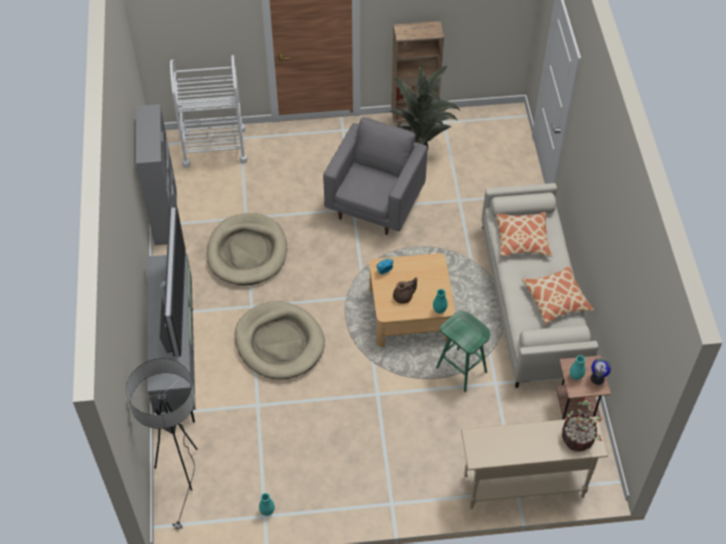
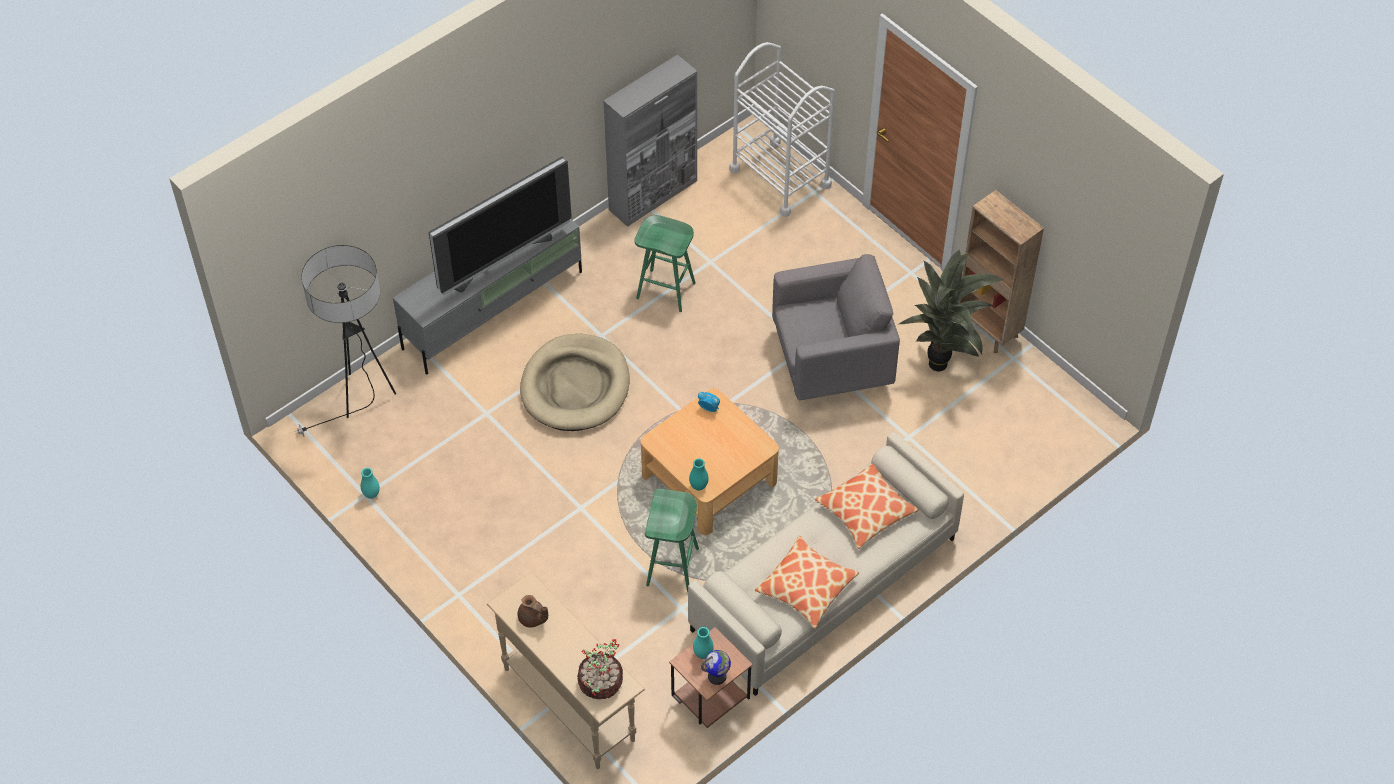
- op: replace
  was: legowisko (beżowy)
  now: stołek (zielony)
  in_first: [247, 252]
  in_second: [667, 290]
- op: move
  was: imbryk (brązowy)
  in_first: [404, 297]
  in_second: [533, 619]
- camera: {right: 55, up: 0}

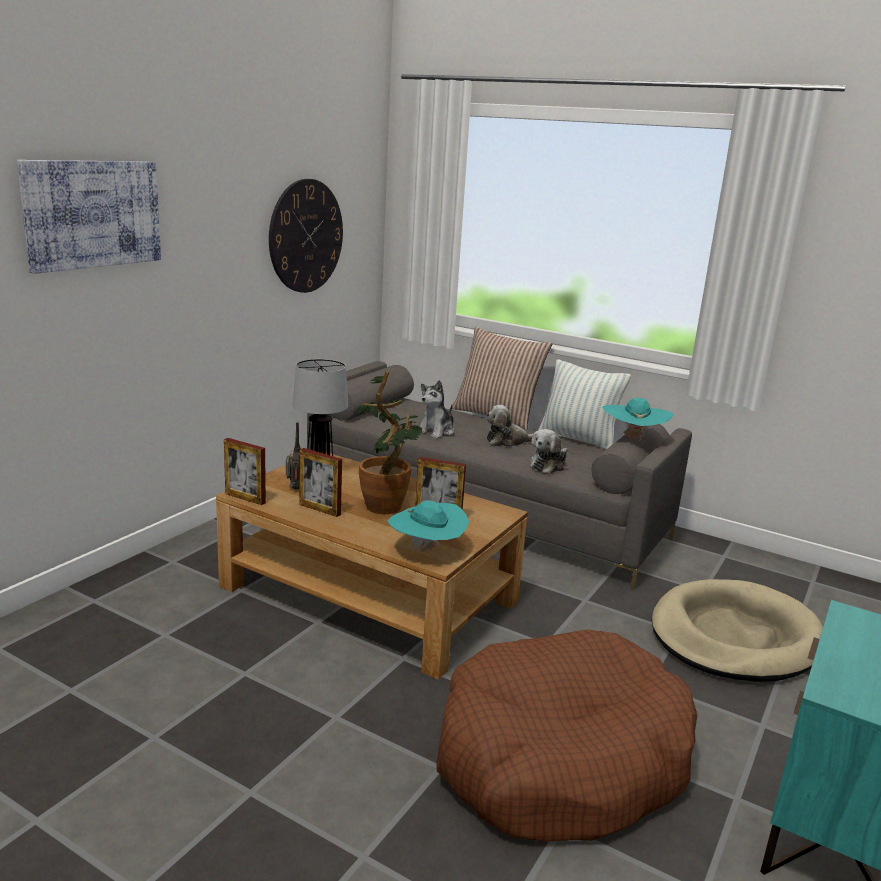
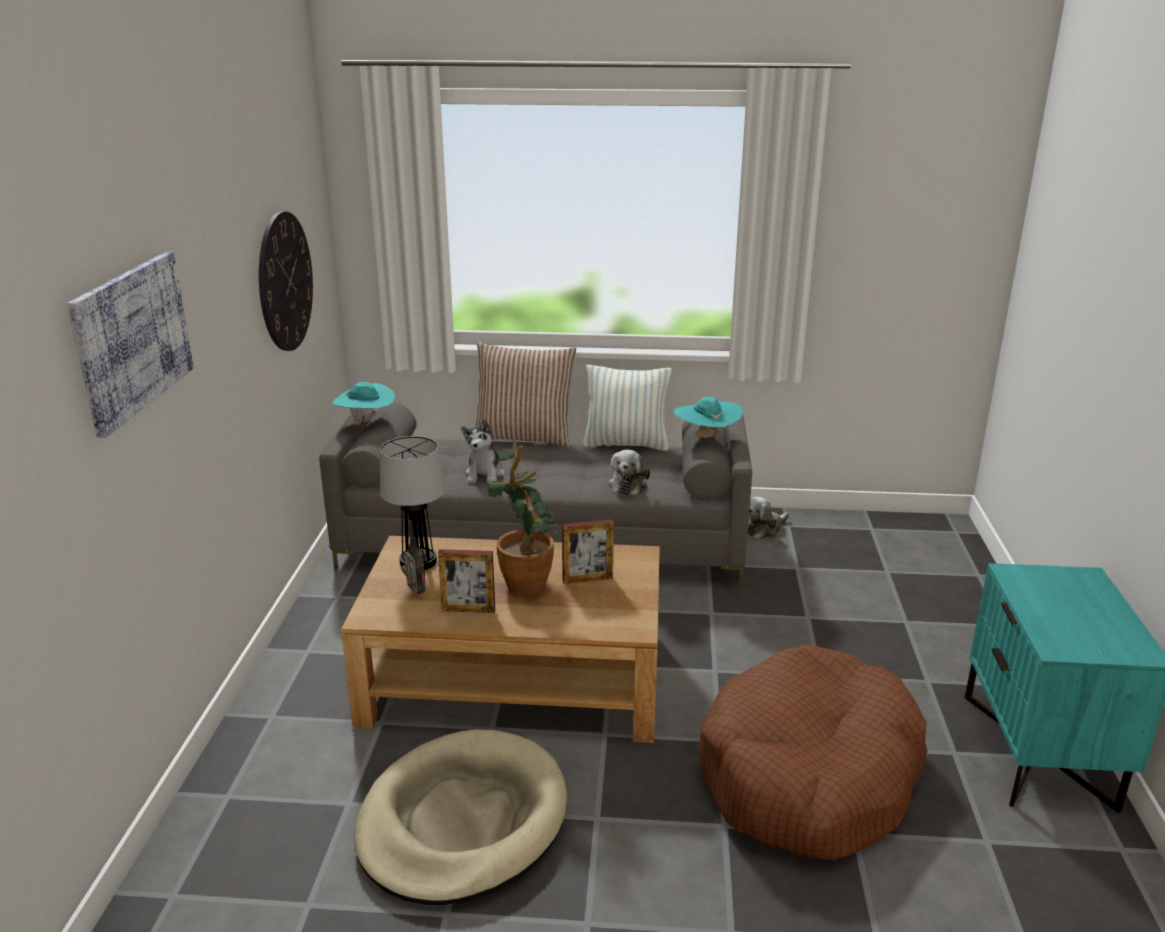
- op: delete
  was: ramka na zdjęcie
  in_first: [245, 498]
- op: move
  was: kapelusz (turkusowy)
  in_first: [427, 551]
  in_second: [366, 422]
- op: move
  was: pluszak
  in_first: [508, 441]
  in_second: [764, 529]
- op: move
  was: legowisko (beżowy)
  in_first: [734, 637]
  in_second: [462, 821]
- camera: {right: -25, up: 5}

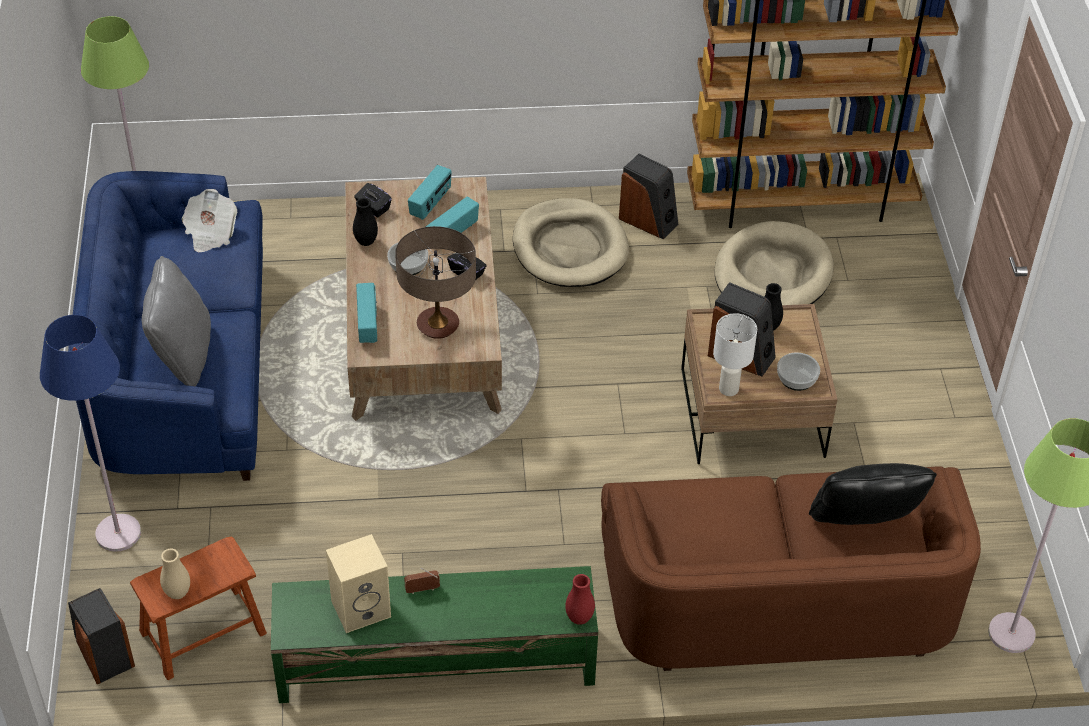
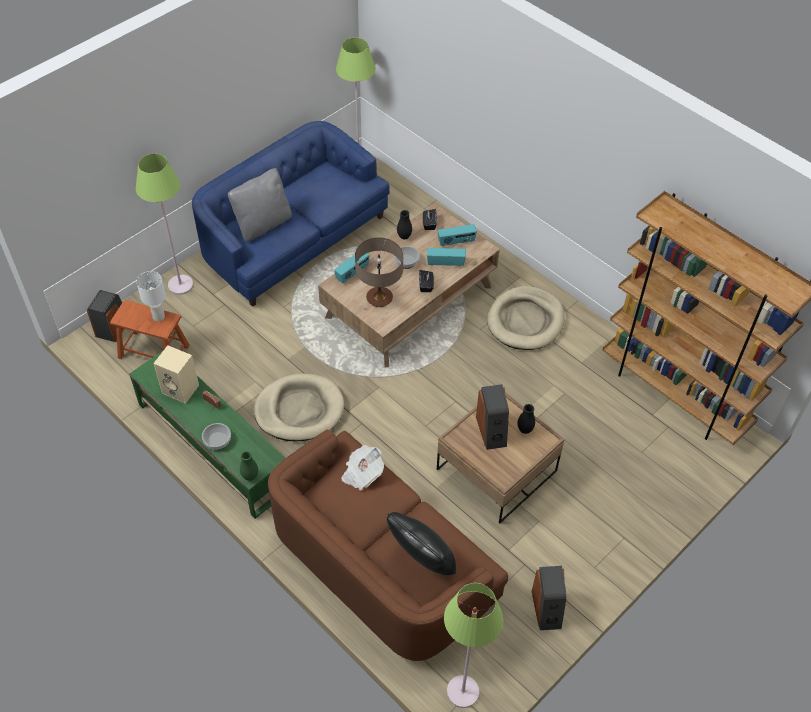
- op: recolor
  was: lampa stojąca (niebieski)
  now: lampa stojąca (zielony)
  in_first: [118, 533]
  in_second: [180, 285]
- op: delete
  was: wazon (beżowy)
  in_first: [177, 593]
- op: move
  was: gazeta
  in_first: [210, 233]
  in_second: [362, 473]
- op: recolor
  was: wazon (czerwony)
  now: wazon (zielony)
  in_first: [579, 618]
  in_second: [250, 476]
- op: move
  was: głośnik
  in_first: [648, 220]
  in_second: [547, 609]
- op: move
  was: lampa stołowa (biały)
  in_first: [729, 389]
  in_second: [158, 317]
- op: move
  was: legowisko (beżowy)
  in_first: [772, 274]
  in_second: [299, 410]
- op: move
  was: miska
  in_first: [797, 378]
  in_second: [218, 440]
- camera: {right: 50, up: 5}

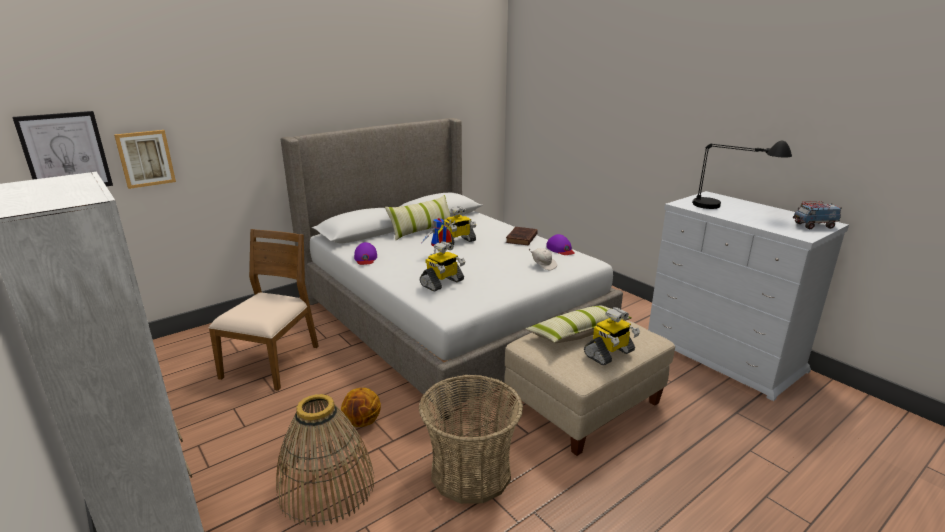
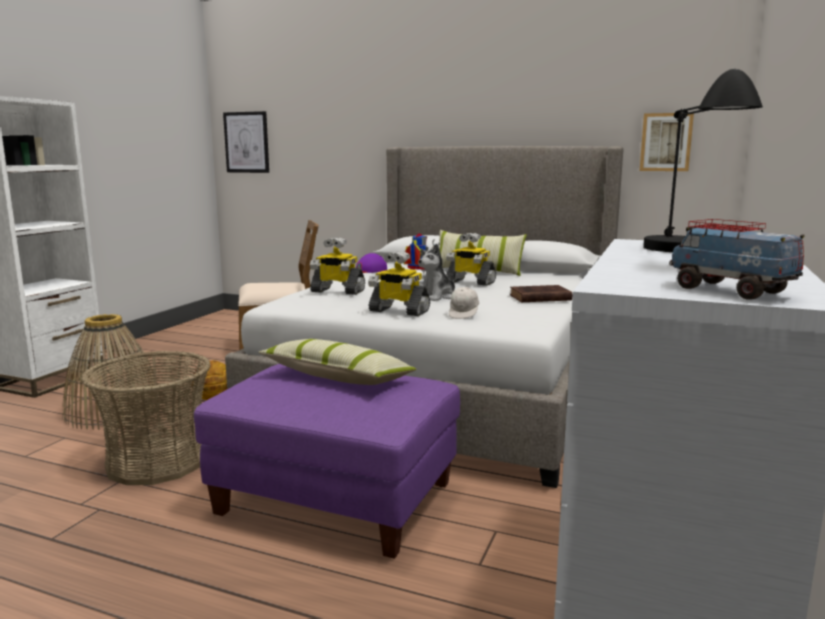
- op: move
  was: obraz
  in_first: [145, 158]
  in_second: [666, 142]
- op: recolor
  was: pufa (beżowy)
  now: pufa (fioletowy)
  in_first: [584, 405]
  in_second: [336, 500]
- op: delete
  was: czapka z daszkiem (fioletowy)
  in_first: [560, 249]
- op: move
  was: robot zabawkowy
  in_first: [609, 354]
  in_second: [398, 311]
- op: insert
  now: pluszak
  in_second: [437, 296]
- camera: {right: 60, up: -10}

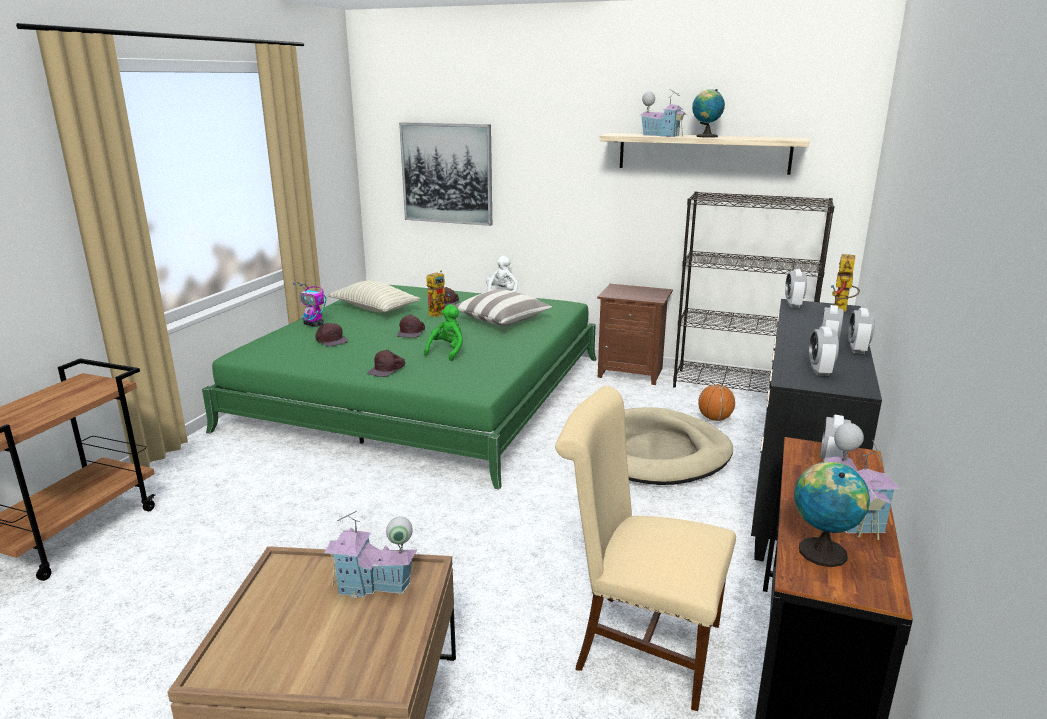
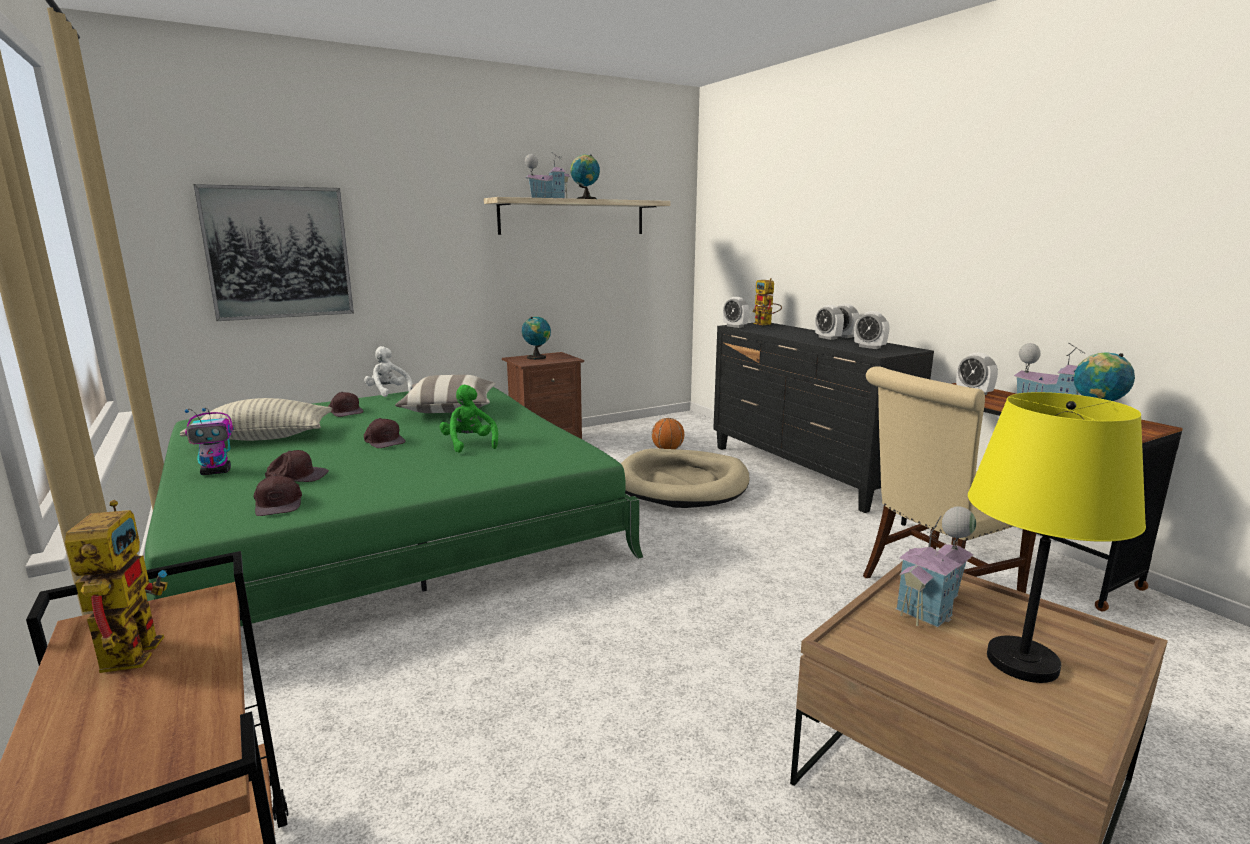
- op: move
  was: czapka z daszkiem (brązowy)
  in_first: [387, 369]
  in_second: [279, 503]
- op: move
  was: robot zabawkowy
  in_first: [438, 313]
  in_second: [131, 647]
- op: delete
  was: regał (czarny)
  in_first: [739, 386]
- op: insert
  now: globus
  in_second: [537, 357]
- op: insert
  now: lampa stołowa (żółty)
  in_second: [1023, 662]
- camera: {right: -50, up: -5}

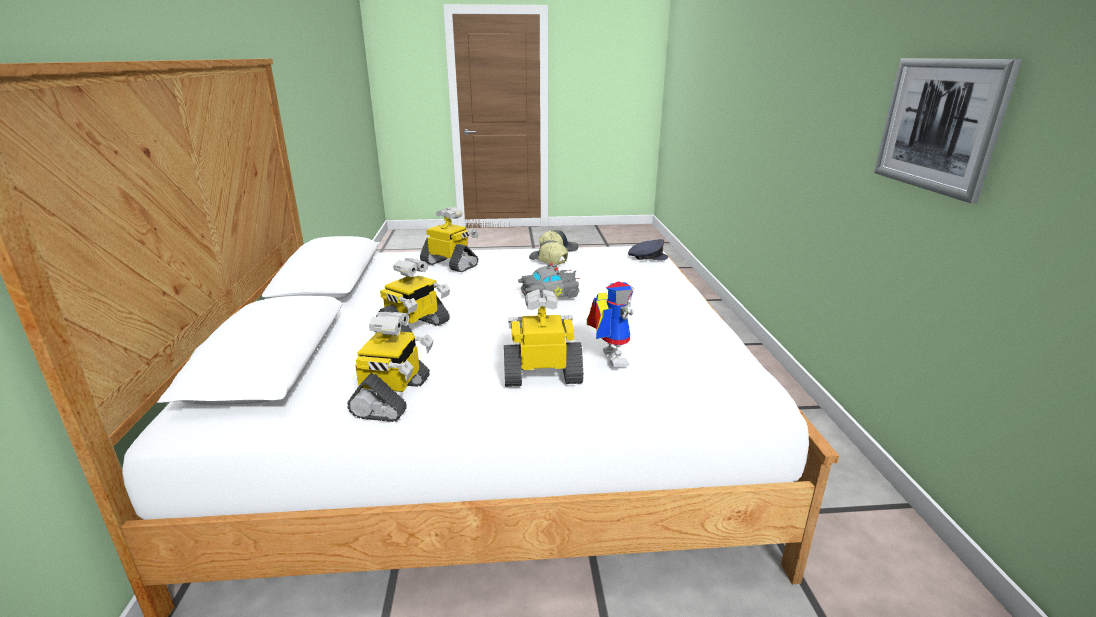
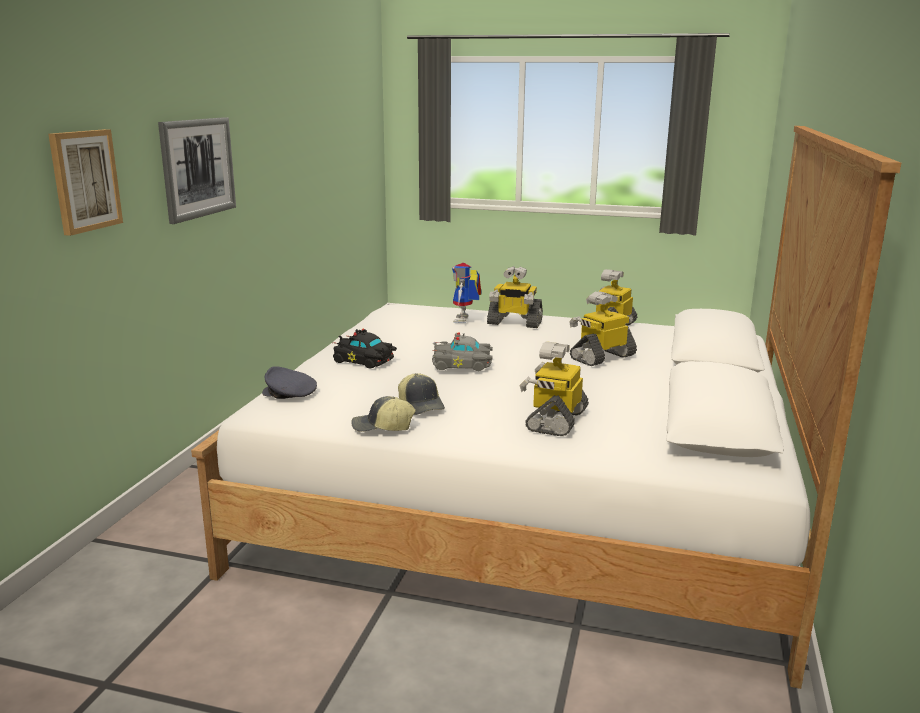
- op: rotate
  was: robot zabawkowy
  in_first: [450, 264]
  in_second: [555, 420]
  clockwise: 60
- op: insert
  now: obraz
  in_second: [84, 180]
- op: insert
  now: samochodzik (czarny)
  in_second: [364, 361]
- camera: {right: -160, up: -5}

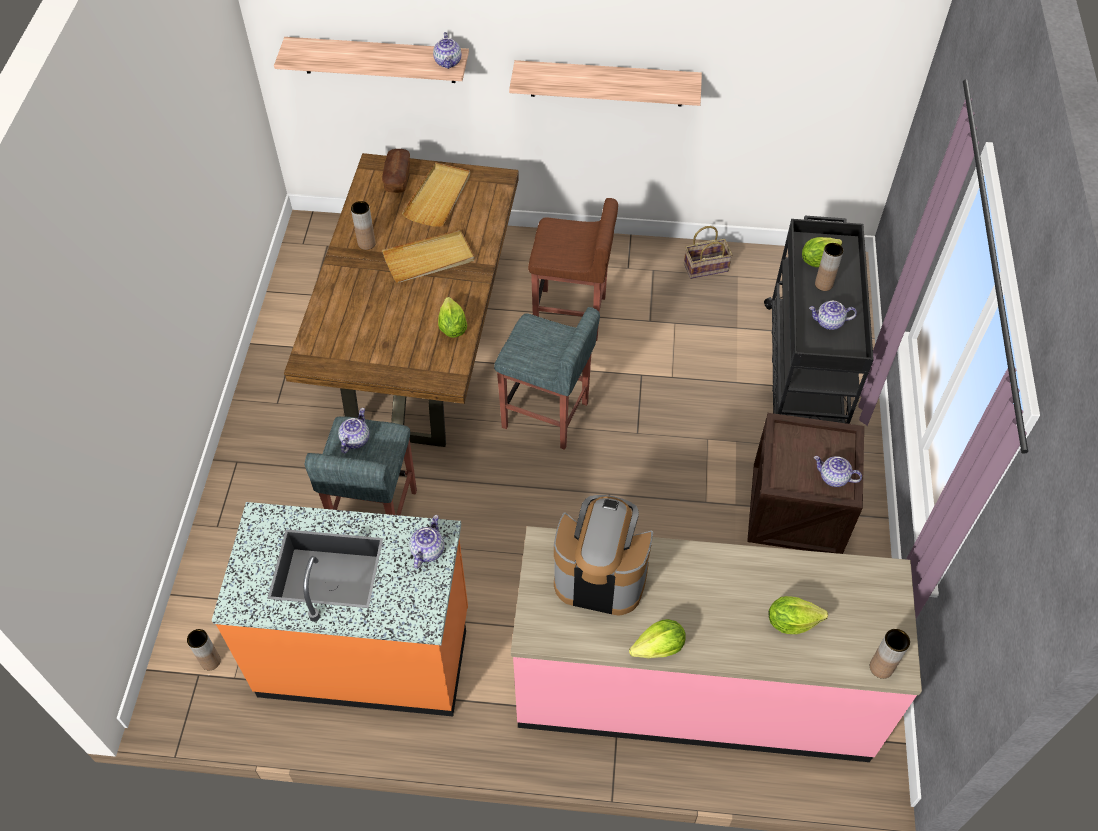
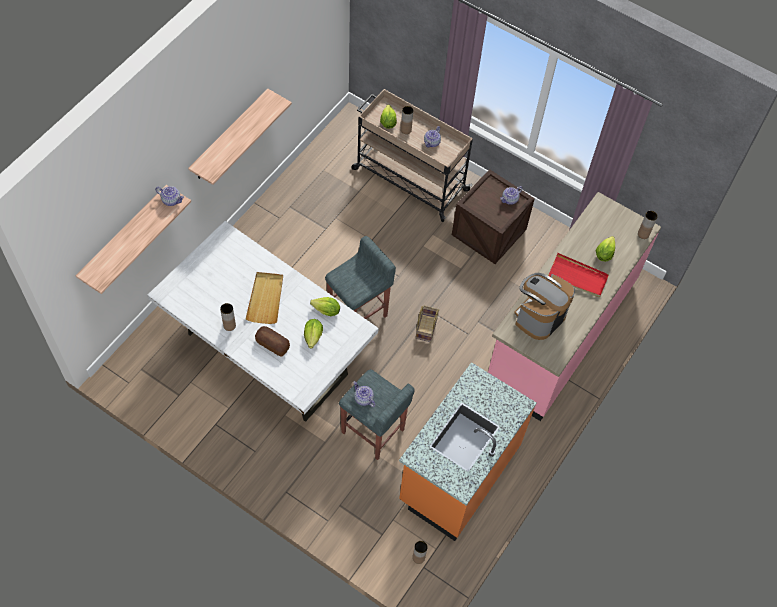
- op: recolor
  was: stół jadalny (brązowy)
  now: stół jadalny (biały)
  in_first: [421, 352]
  in_second: [268, 354]
- op: move
  was: chleb
  in_first: [397, 177]
  in_second: [272, 344]
- op: delete
  was: taca (beżowy)
  in_first: [438, 197]
- op: delete
  was: imbryk
  in_first: [427, 550]
- op: delete
  was: stołek (brązowy)
  in_first: [571, 315]
- op: move
  was: sałata
  in_first: [659, 648]
  in_second: [313, 336]
- op: move
  was: koszyk
  in_first: [706, 266]
  in_second: [426, 327]
- op: recolor
  was: wózek (czarny)
  now: wózek (beżowy)
  in_first: [803, 372]
  in_second: [409, 179]
- op: insert
  now: taca (czerwony)
  in_second: [577, 277]
- camera: {right: -65, up: 5}

